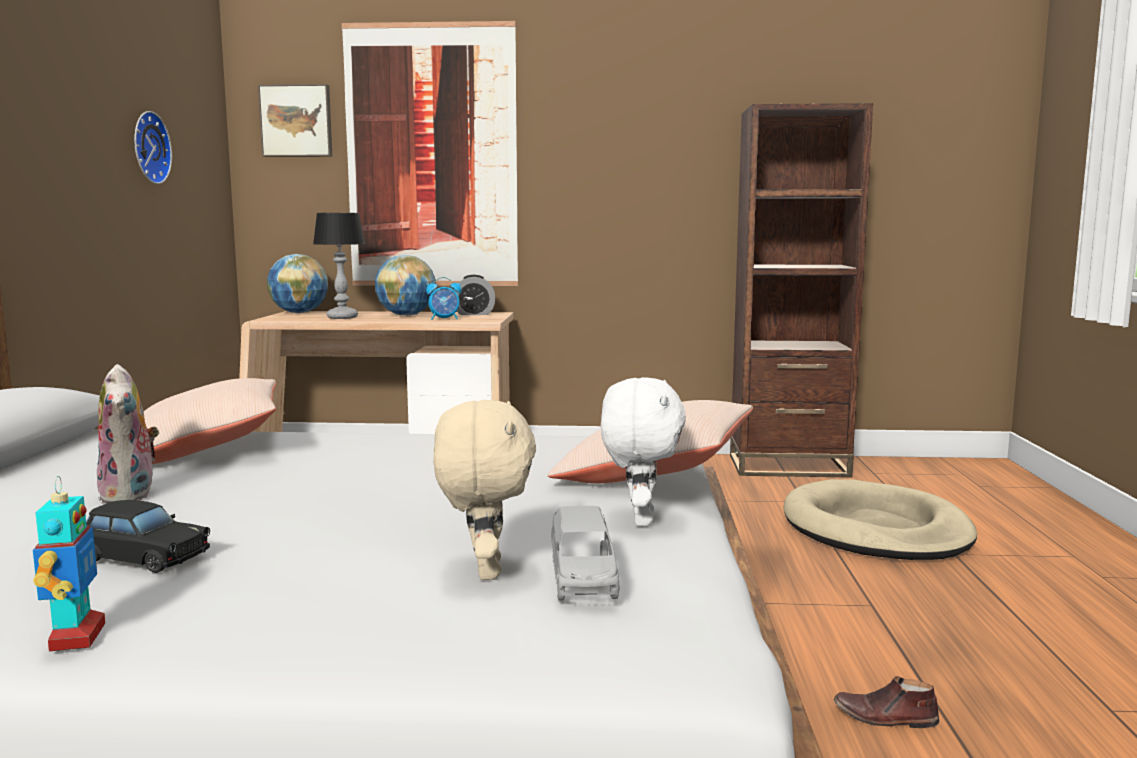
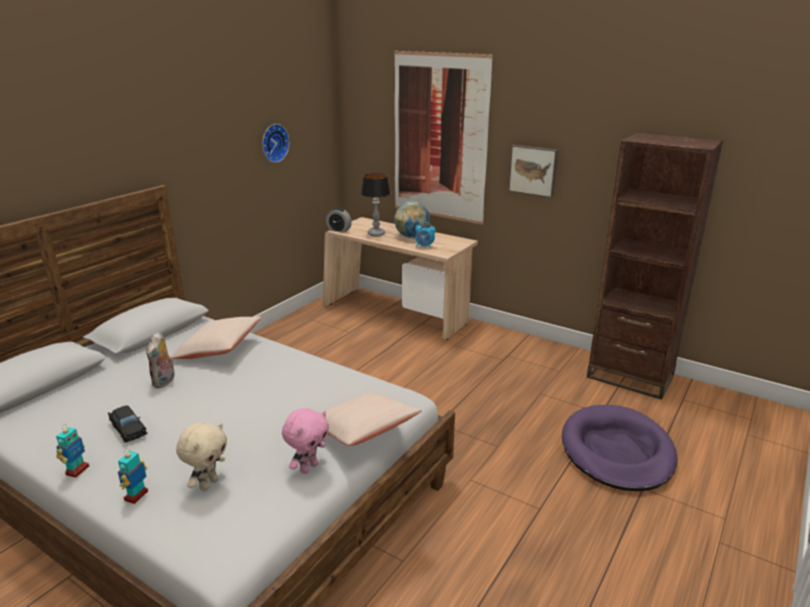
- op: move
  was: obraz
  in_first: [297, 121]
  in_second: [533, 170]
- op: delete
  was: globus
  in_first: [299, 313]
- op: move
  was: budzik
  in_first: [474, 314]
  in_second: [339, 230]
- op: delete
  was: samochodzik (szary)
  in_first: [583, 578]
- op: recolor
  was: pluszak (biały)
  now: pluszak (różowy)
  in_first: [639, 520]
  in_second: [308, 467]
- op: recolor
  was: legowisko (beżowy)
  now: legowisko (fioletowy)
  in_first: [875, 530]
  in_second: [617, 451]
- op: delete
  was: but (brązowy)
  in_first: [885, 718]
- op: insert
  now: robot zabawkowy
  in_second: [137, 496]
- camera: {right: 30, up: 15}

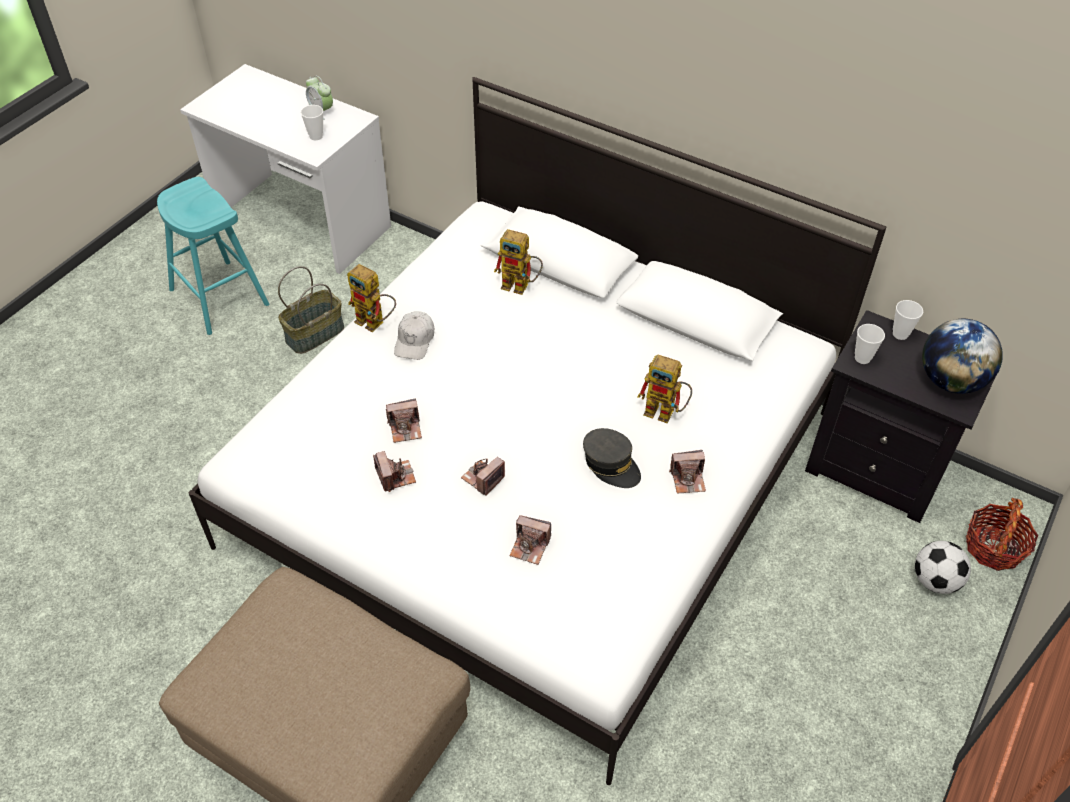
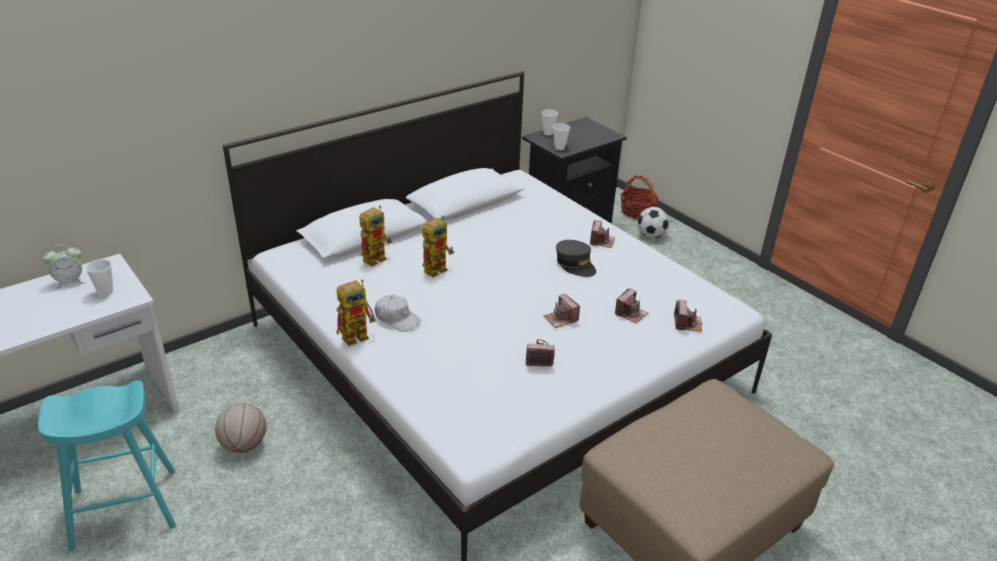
- op: replace
  was: koszyk
  now: piłka do koszykówki
  in_first: [315, 333]
  in_second: [244, 445]
- op: move
  was: aparat fotograficzny
  in_first: [405, 428]
  in_second: [687, 324]
- op: rotate
  was: czapka z daszkiem (szary)
  in_first: [611, 464]
  in_second: [575, 264]
  clockwise: 75
- op: move
  was: robot zabawkowy
  in_first: [665, 412]
  in_second: [438, 268]
- op: delete
  was: globus
  in_first: [950, 381]
- camera: {right: -70, up: -15}

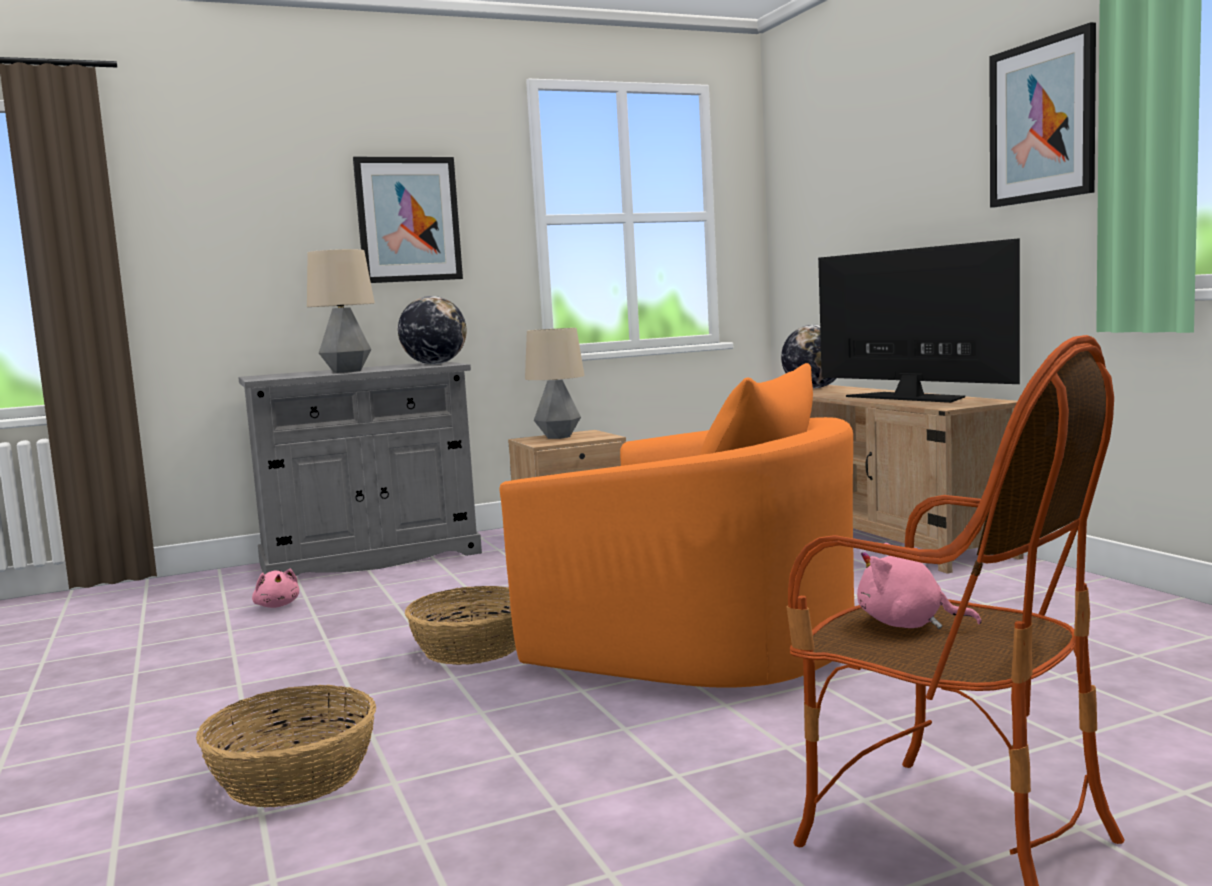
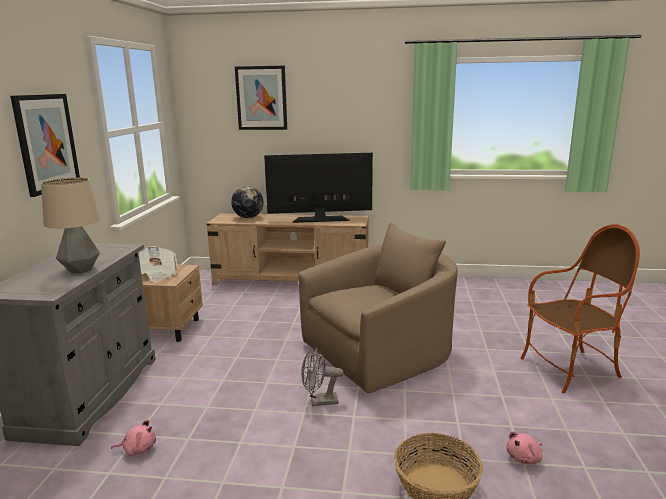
- op: delete
  was: globus
  in_first: [434, 364]
- op: replace
  was: koszyk
  now: wentylator (szary)
  in_first: [472, 648]
  in_second: [319, 402]
- op: recolor
  was: fotel (pomarańczowy)
  now: fotel (beżowy)
  in_first: [698, 644]
  in_second: [381, 353]
- op: replace
  was: lampa stołowa
  now: gazeta
  in_first: [558, 437]
  in_second: [158, 274]
- op: move
  was: pluszak (różowy)
  in_first: [907, 624]
  in_second: [524, 458]
- op: move
  was: obraz
  in_first: [1042, 121]
  in_second: [261, 98]
- camera: {right: -60, up: 10}

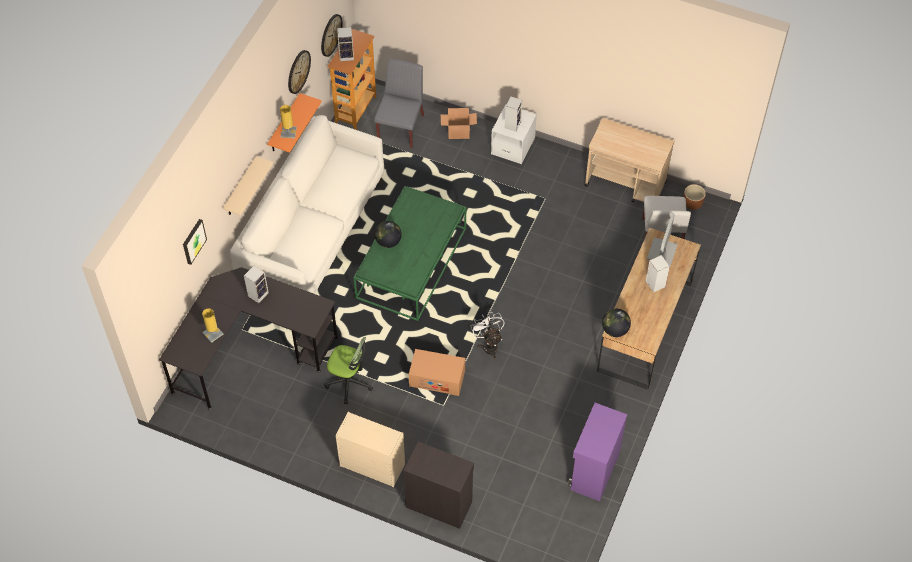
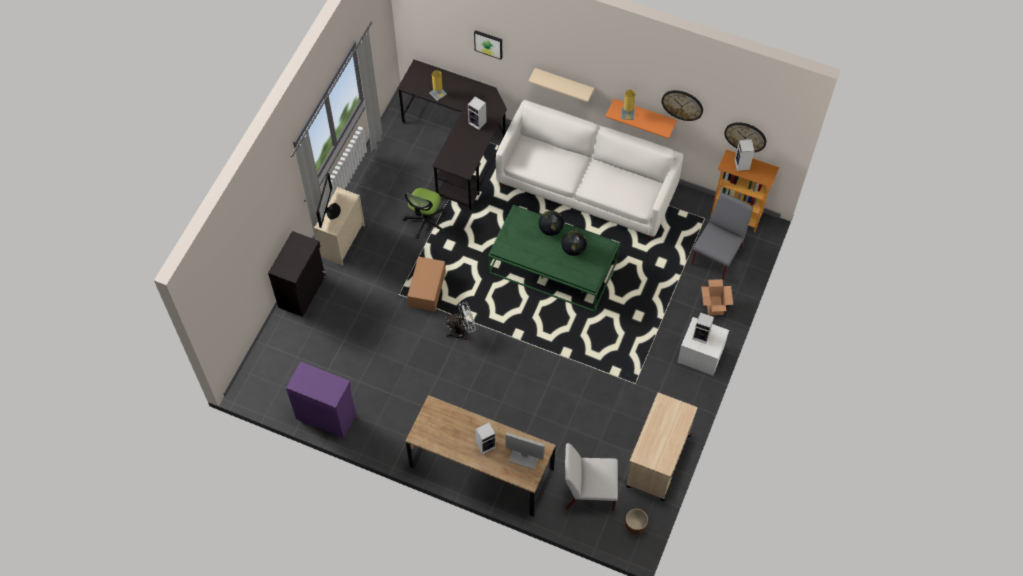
- op: rotate
  was: krzesło (szary)
  in_first: [401, 127]
  in_second: [717, 255]
  clockwise: -75
- op: move
  was: globus
  in_first: [615, 330]
  in_second: [573, 249]
- op: insert
  now: monitor
  in_second: [331, 210]
- camera: {right: 90, up: 5}

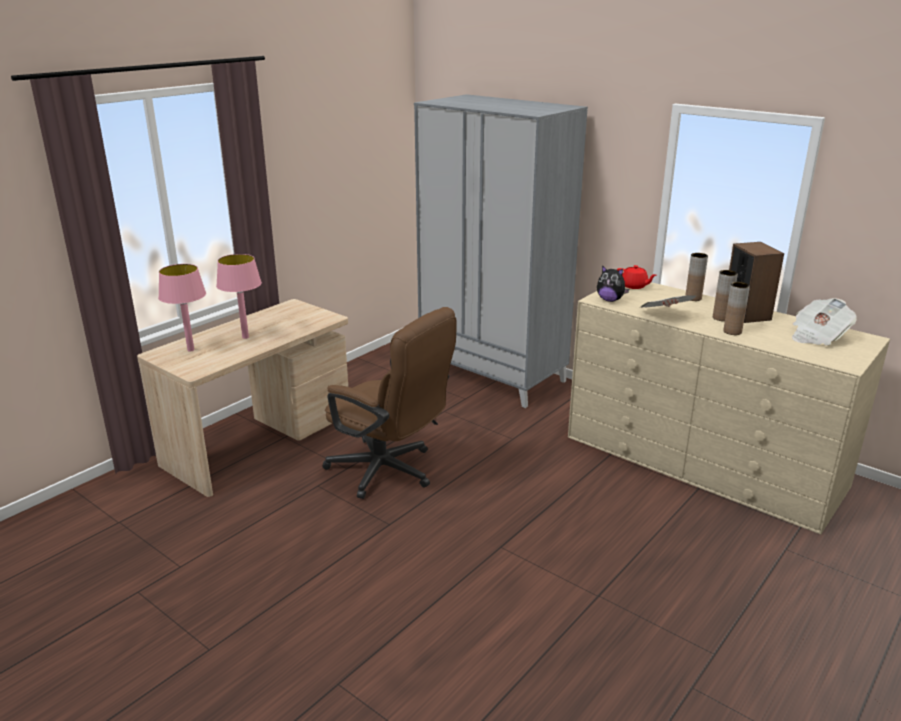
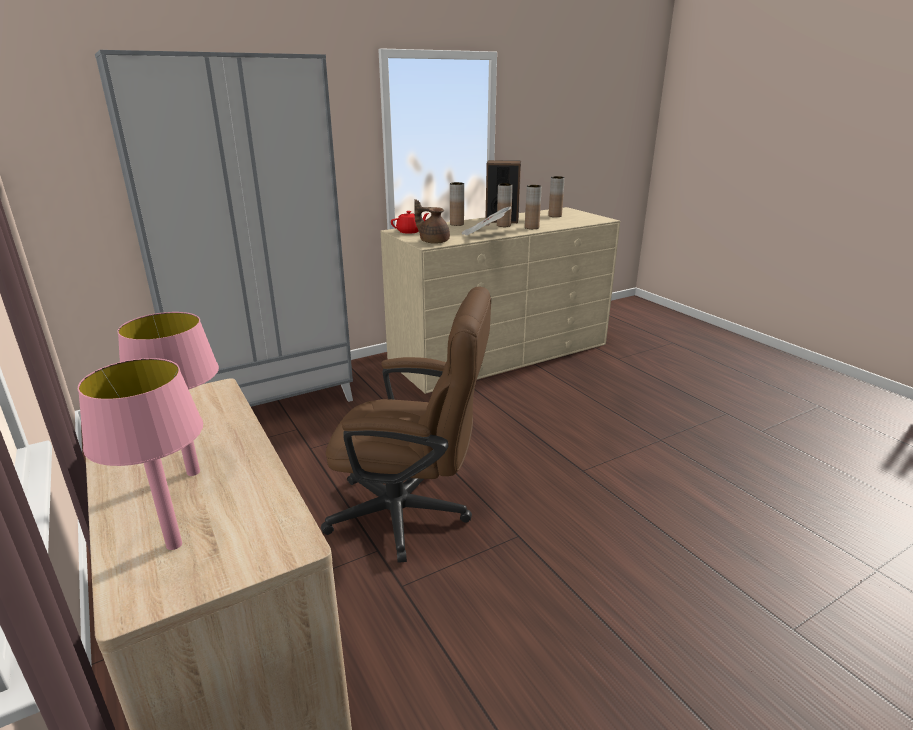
- op: rotate
  was: krzesło biurowe (brązowy)
  in_first: [390, 472]
  in_second: [411, 514]
  clockwise: 45
- op: replace
  was: pluszak
  now: imbryk (brązowy)
  in_first: [610, 300]
  in_second: [433, 241]
- op: replace
  was: gazeta
  now: wazon (brązowy)
  in_first: [817, 336]
  in_second: [555, 216]
- camera: {right: -70, up: 0}

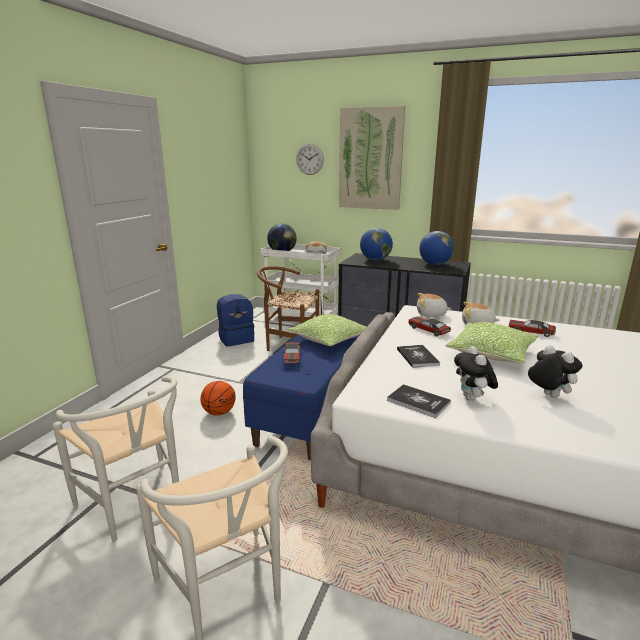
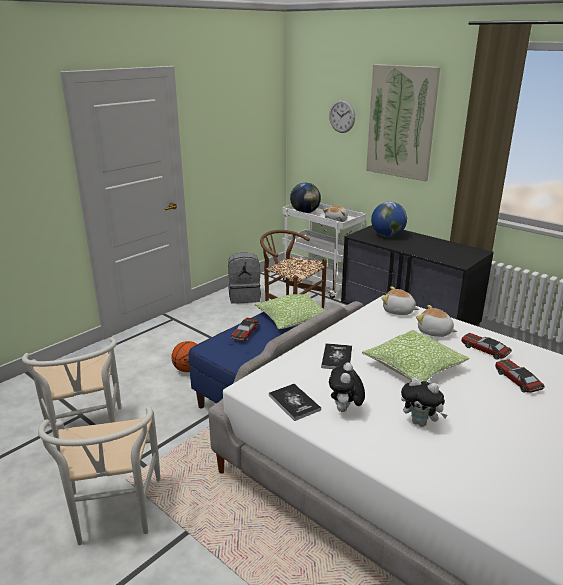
- op: recolor
  was: plecak (niebieski)
  now: plecak (szary)
  in_first: [236, 339]
  in_second: [245, 297]
- op: move
  was: samochodzik
  in_first: [428, 330]
  in_second: [517, 380]
- op: delete
  was: globus
  in_first: [435, 264]
- op: rotate
  was: pluszak
  in_first: [548, 395]
  in_second: [421, 423]
  clockwise: 135
- camera: {right: 20, up: 5}

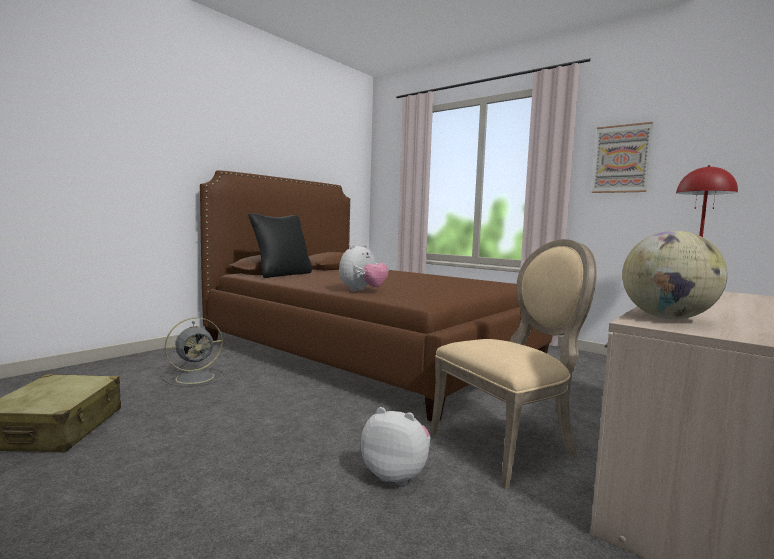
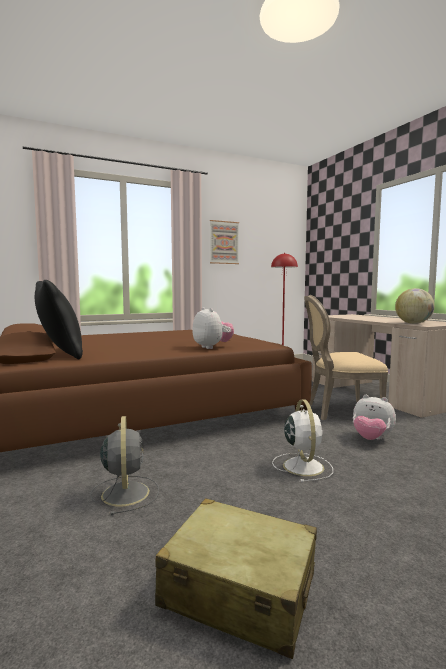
- op: rotate
  was: pluszak
  in_first: [396, 475]
  in_second: [371, 439]
  clockwise: -105
- op: rotate
  was: krzesło (beżowy)
  in_first: [509, 445]
  in_second: [340, 411]
  clockwise: -90
- op: insert
  now: wentylator (biały)
  in_second: [302, 466]
- camera: {right: -65, up: 0}

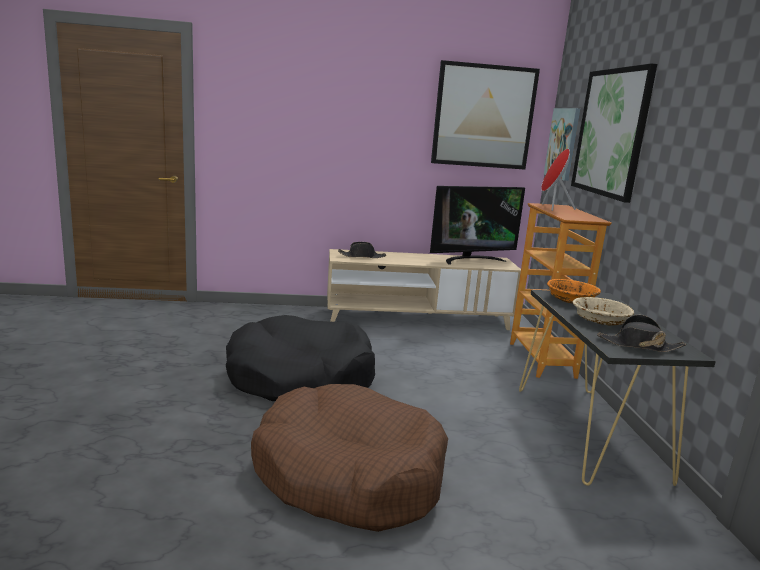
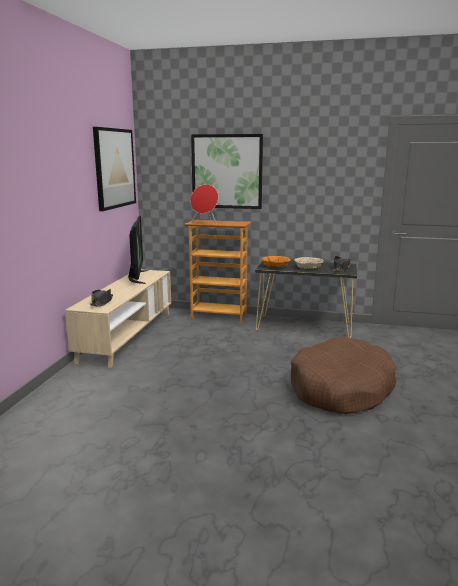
- op: delete
  was: legowisko (czarny)
  in_first: [300, 377]
- op: delete
  was: obraz
  in_first: [563, 143]
- camera: {right: -70, up: 0}

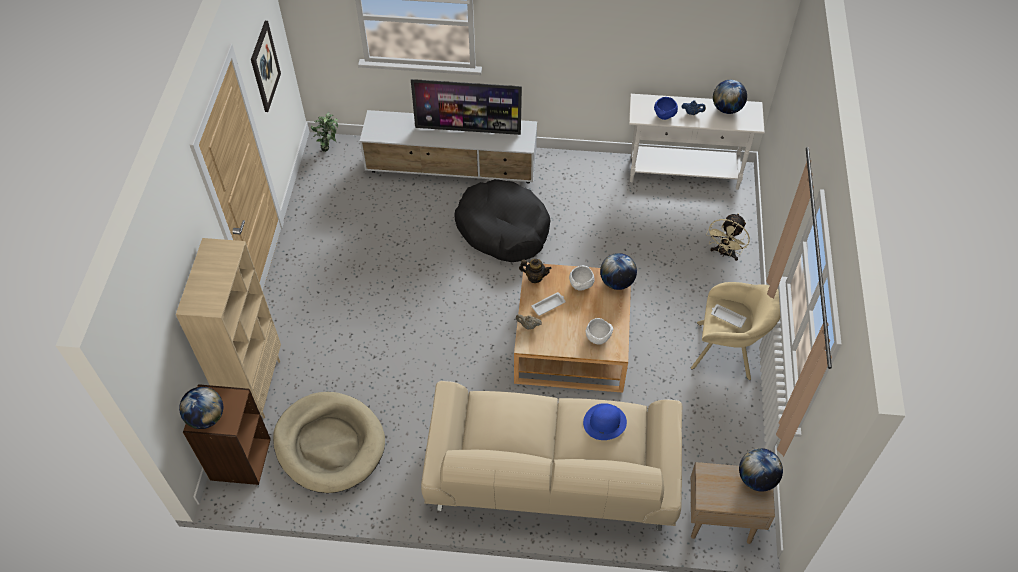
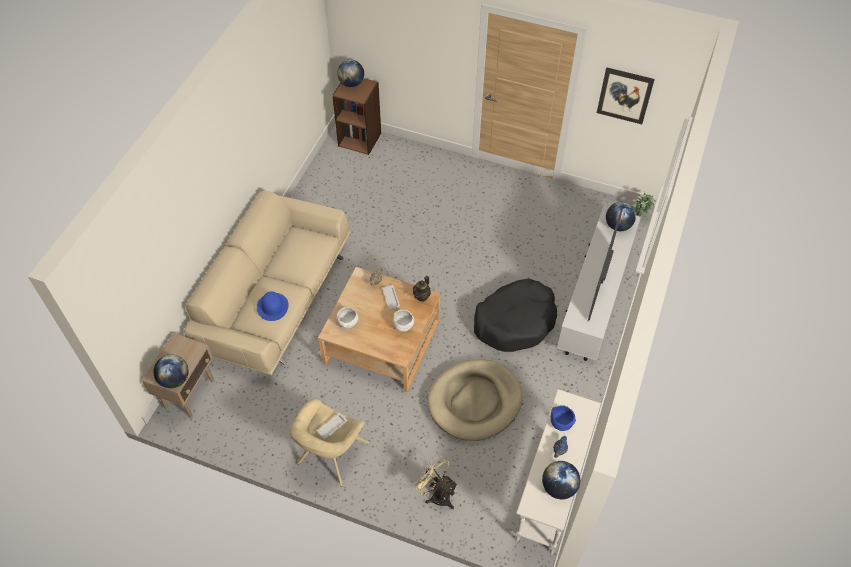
- op: delete
  was: regał (beżowy)
  in_first: [256, 387]
- op: move
  was: legowisko (beżowy)
  in_first: [329, 444]
  in_second: [474, 401]
- op: move
  was: globus
  in_first: [616, 282]
  in_second: [618, 226]
- camera: {right: 105, up: 0}

